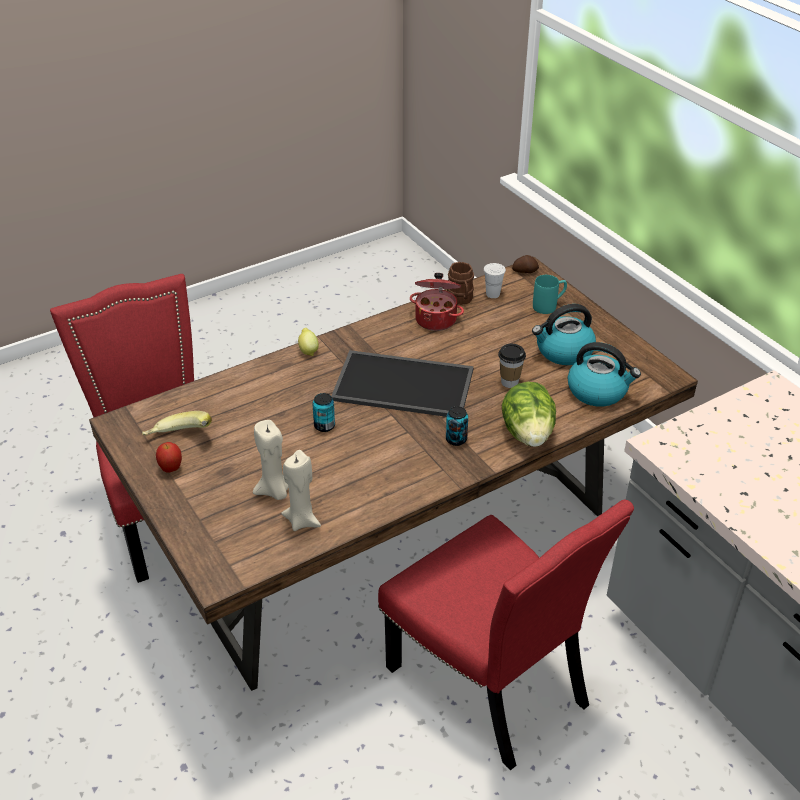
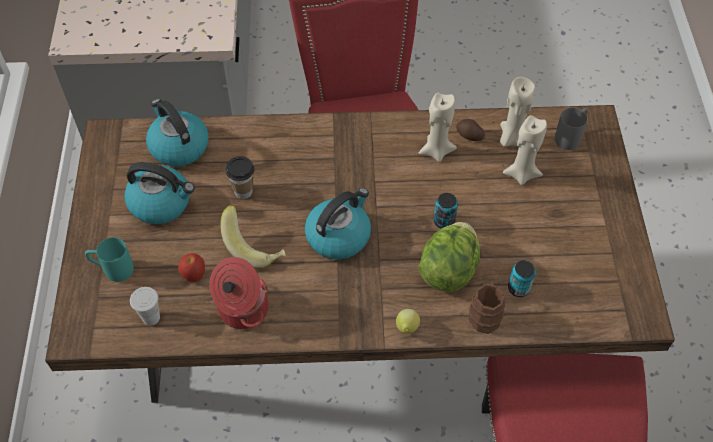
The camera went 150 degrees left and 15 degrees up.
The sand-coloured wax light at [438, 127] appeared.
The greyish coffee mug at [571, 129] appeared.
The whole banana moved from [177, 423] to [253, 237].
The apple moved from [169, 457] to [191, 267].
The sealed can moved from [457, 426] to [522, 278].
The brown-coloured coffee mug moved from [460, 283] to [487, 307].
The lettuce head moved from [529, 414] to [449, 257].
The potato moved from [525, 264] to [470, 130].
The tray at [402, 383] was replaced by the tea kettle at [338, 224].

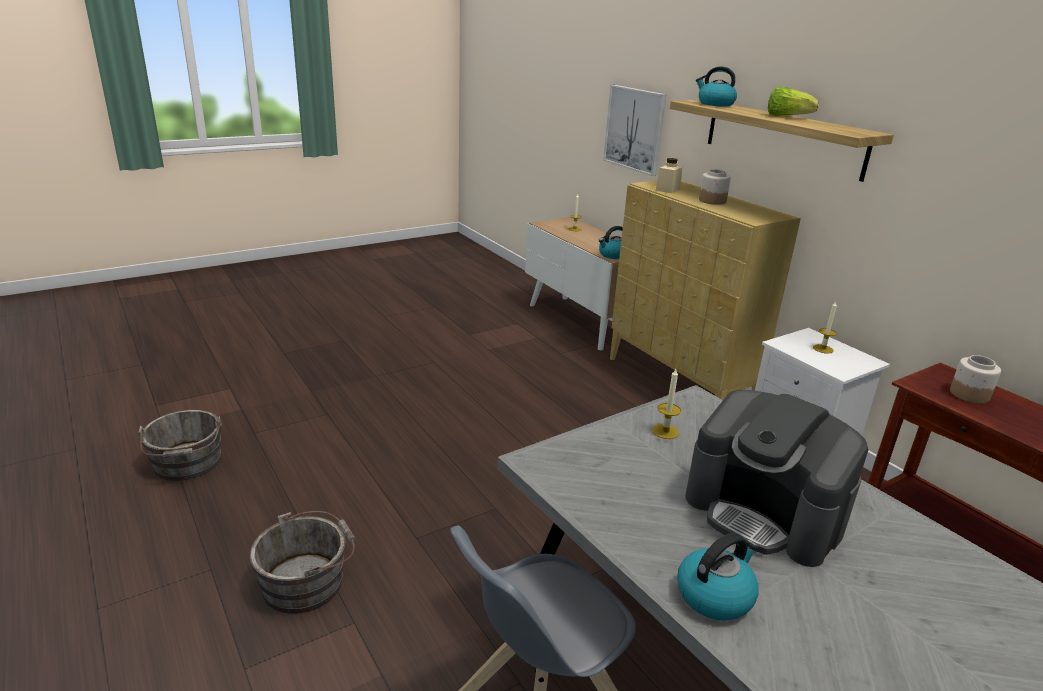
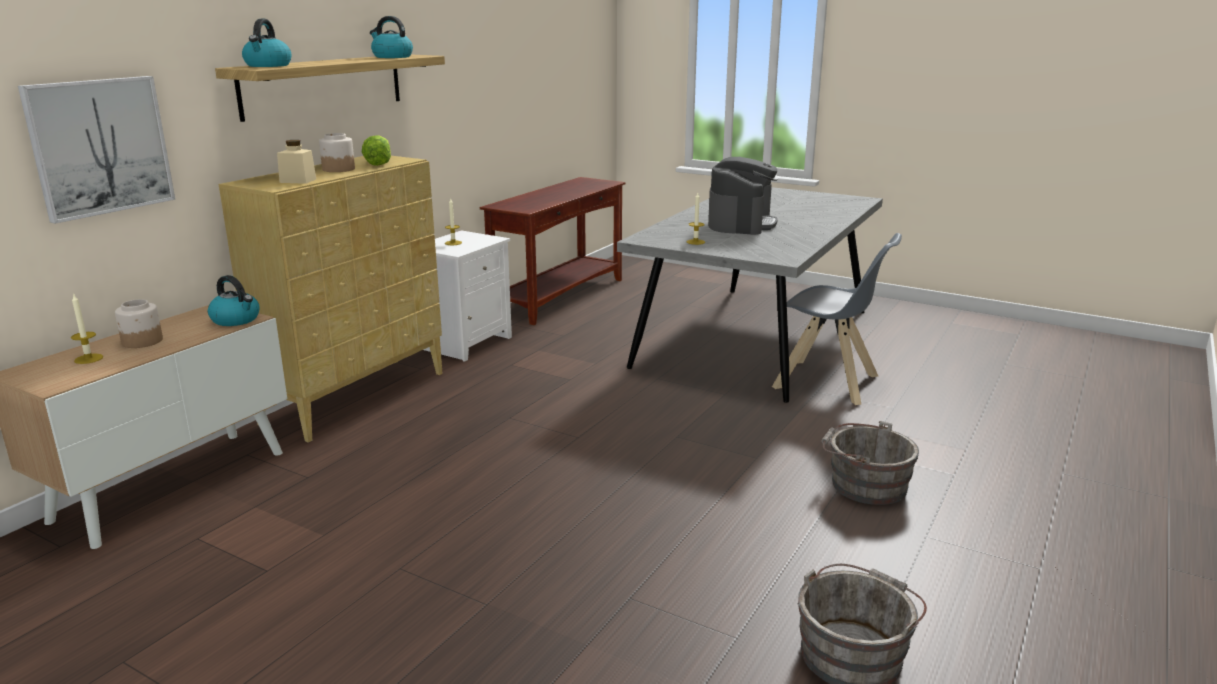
The camera went 115 degrees left and 5 degrees down.
The tea kettle moved from [717, 577] to [391, 37].
The lettuce head moved from [793, 101] to [376, 150].
The jar moved from [975, 379] to [139, 323].

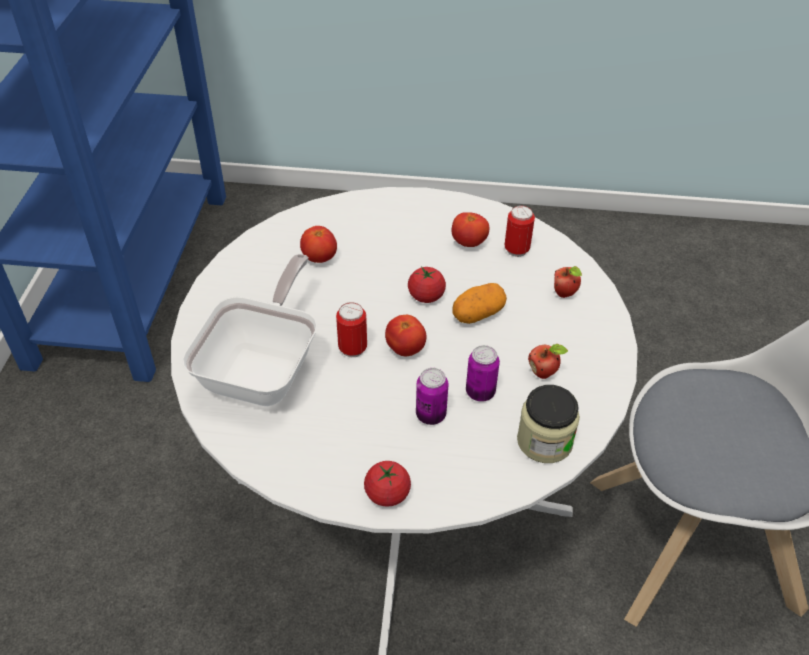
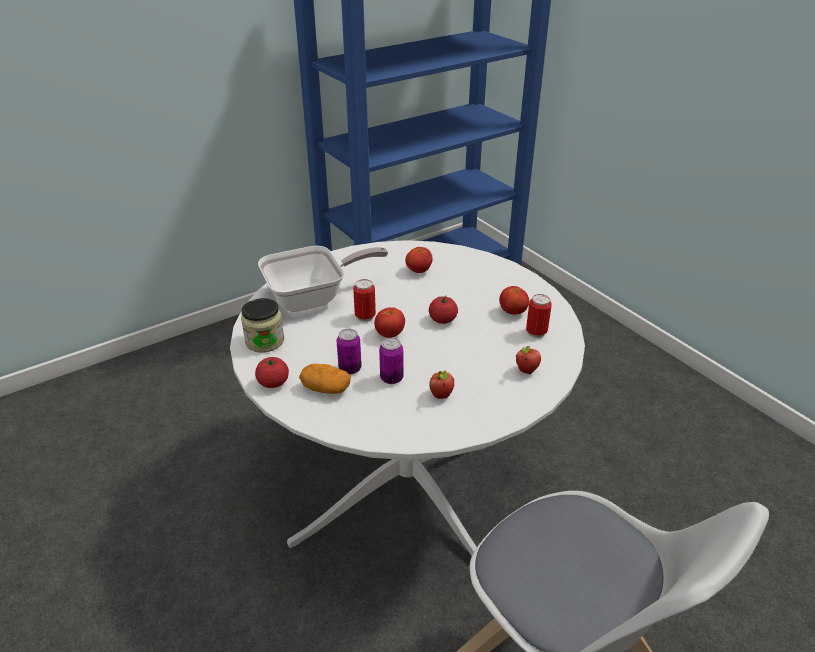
The camera went 50 degrees right and 10 degrees down.
The potato moved from [479, 303] to [325, 379].
The jar moved from [548, 424] to [262, 325].

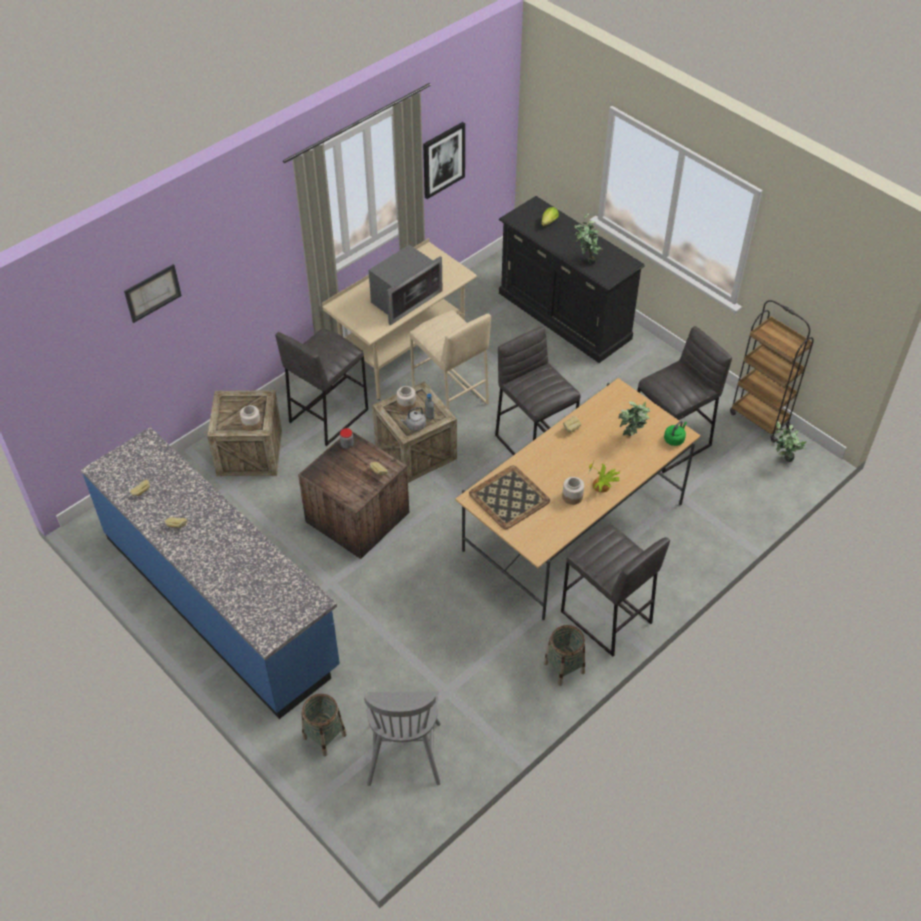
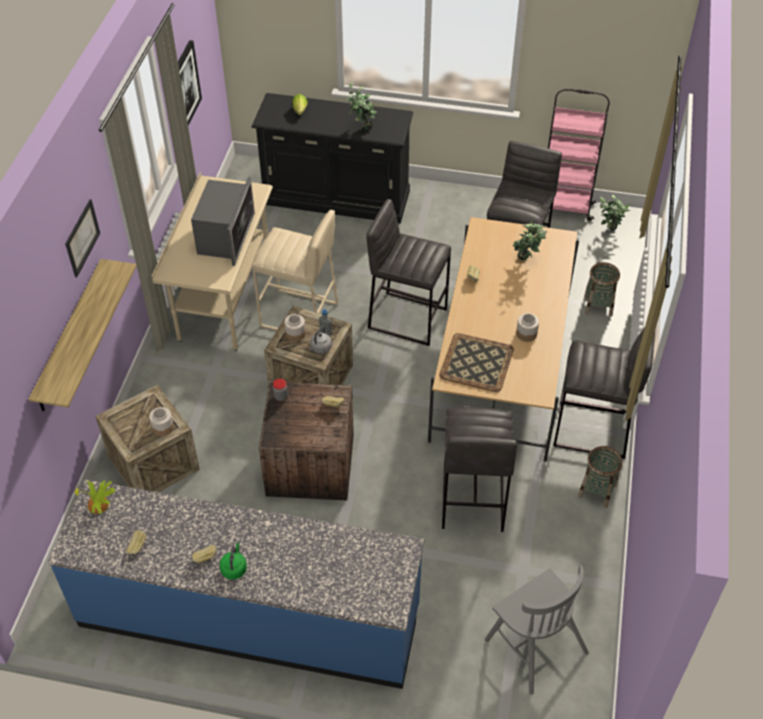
The camera went 35 degrees left and 0 degrees up.
The shelf at [83, 335] appeared.
The wall art moved from [153, 293] to [82, 238].
The greyish stool moved from [321, 387] to [479, 469].
The basket moved from [324, 725] to [602, 289].
The potted plant moved from [604, 477] to [95, 497].
The greenish tea kettle moved from [675, 433] to [233, 561].
The brown-coloured wheeled cart at [772, 371] became the pink wheeled cart at [579, 155].

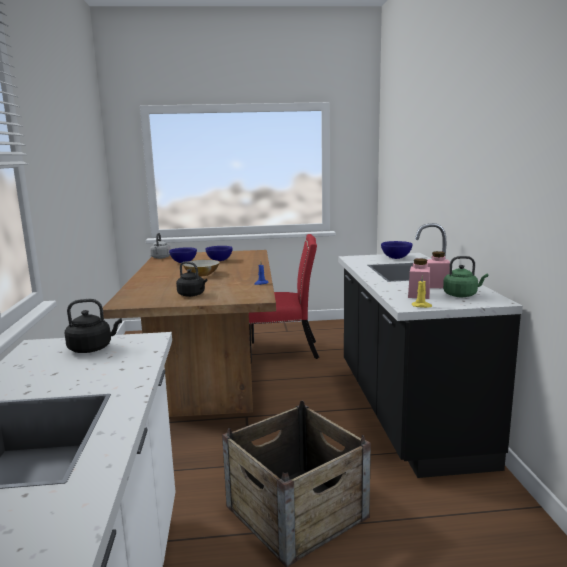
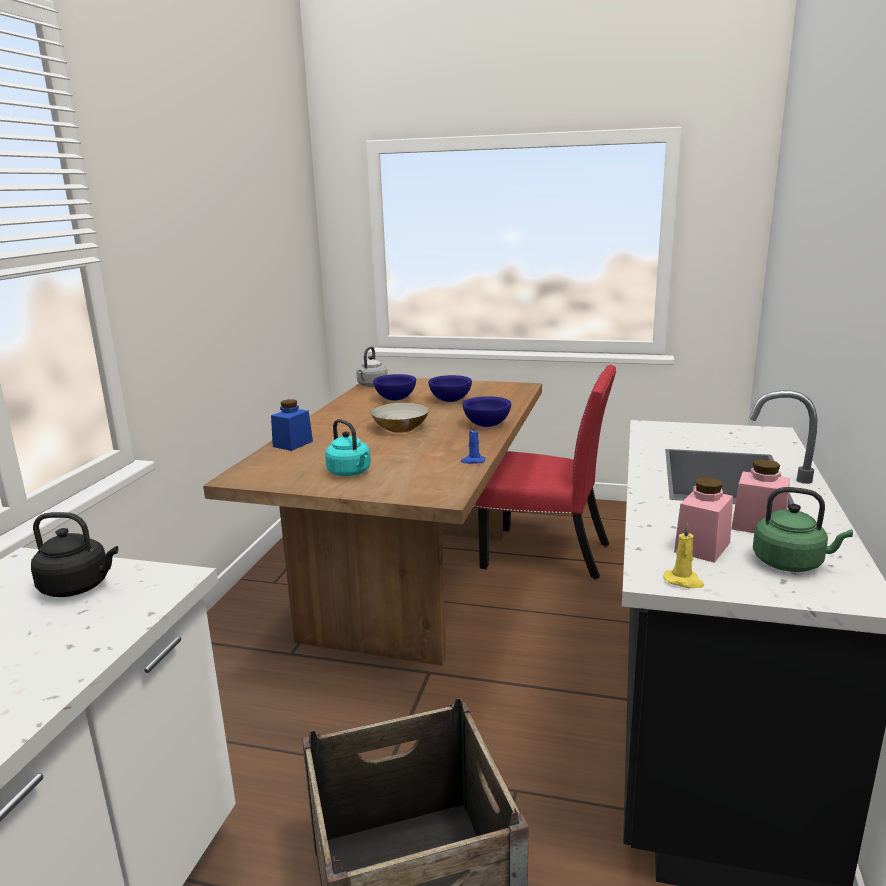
The camera went 20 degrees right and 5 degrees up.
The blue-coloured jar at [292, 425] appeared.
The blue-coloured serving bowl moved from [397, 250] to [486, 411].
The black-coloured tea kettle at [191, 279] became the blue-green tea kettle at [348, 447].

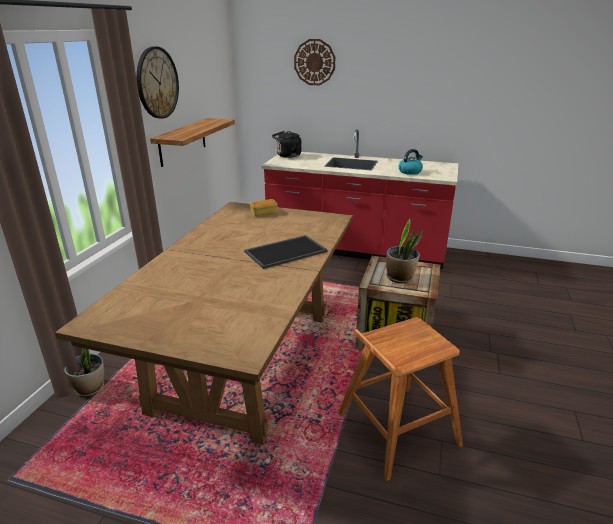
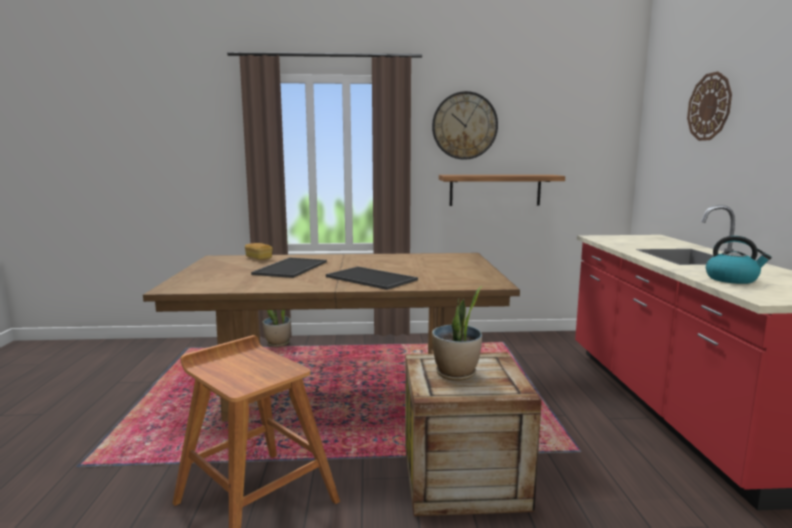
The camera went 70 degrees right and 15 degrees down.
The black-coloured tea kettle at [287, 144] disappeared.
The tray at [289, 267] appeared.
The baked bread moved from [264, 207] to [259, 251].

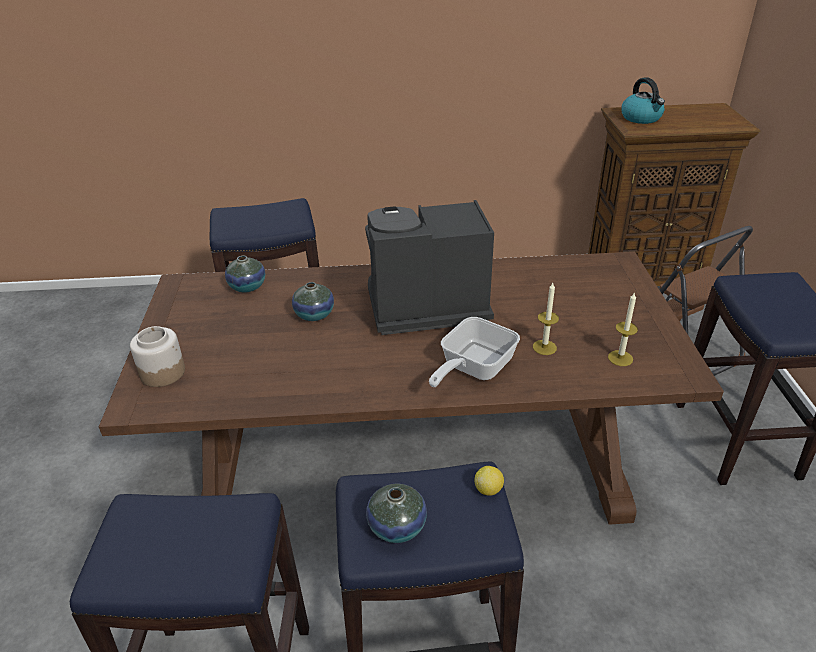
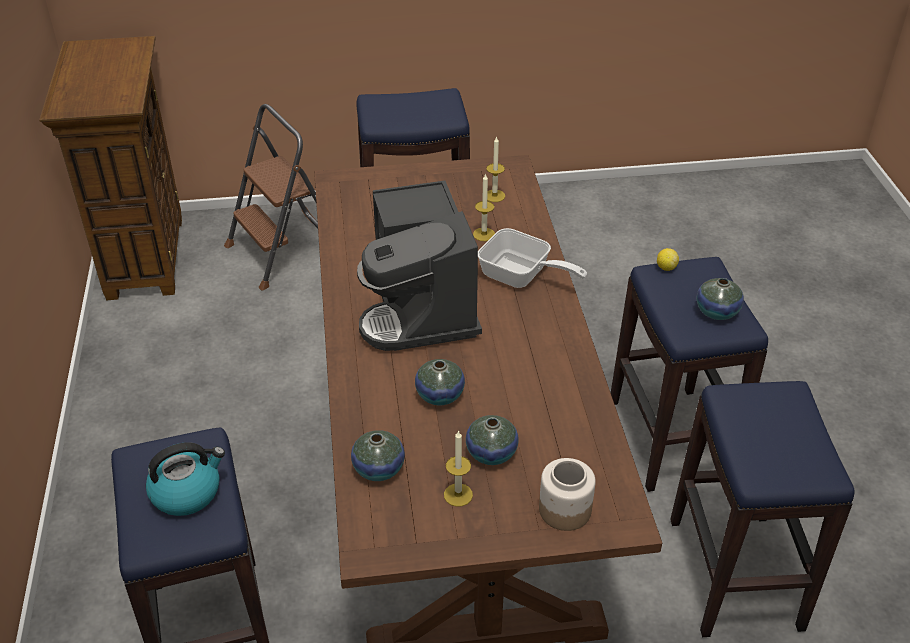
The camera went 95 degrees left and 5 degrees up.
The wax light at [458, 468] appeared.
The vase at [492, 440] appeared.
The tea kettle moved from [643, 100] to [185, 479].

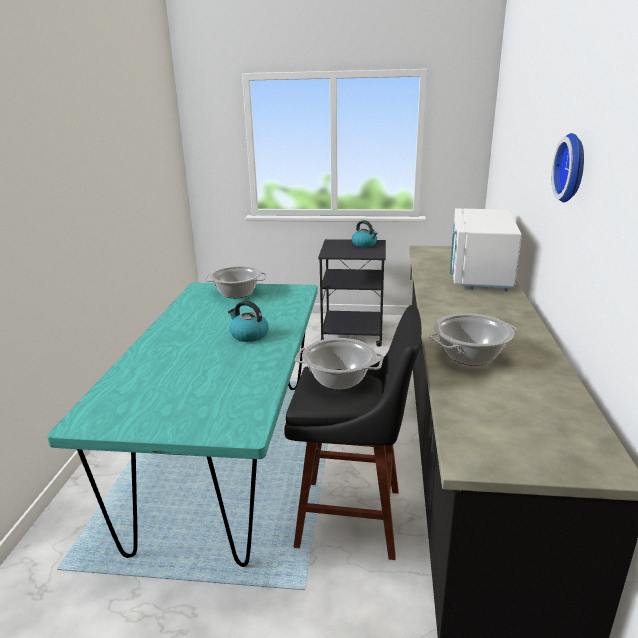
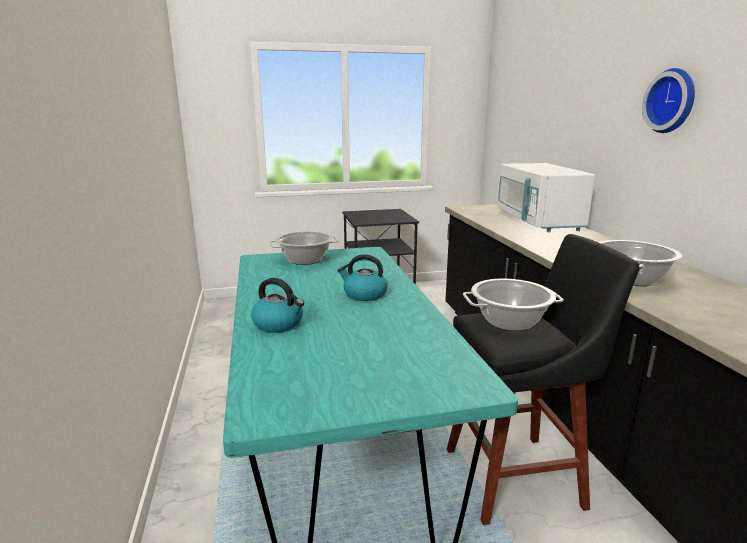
The camera went 20 degrees left and 5 degrees down.
The tea kettle moved from [364, 233] to [277, 305].

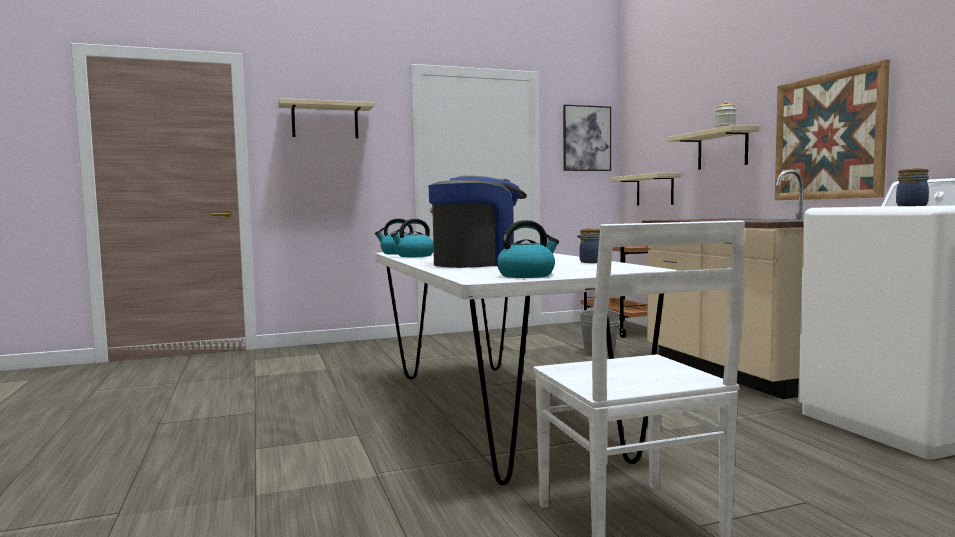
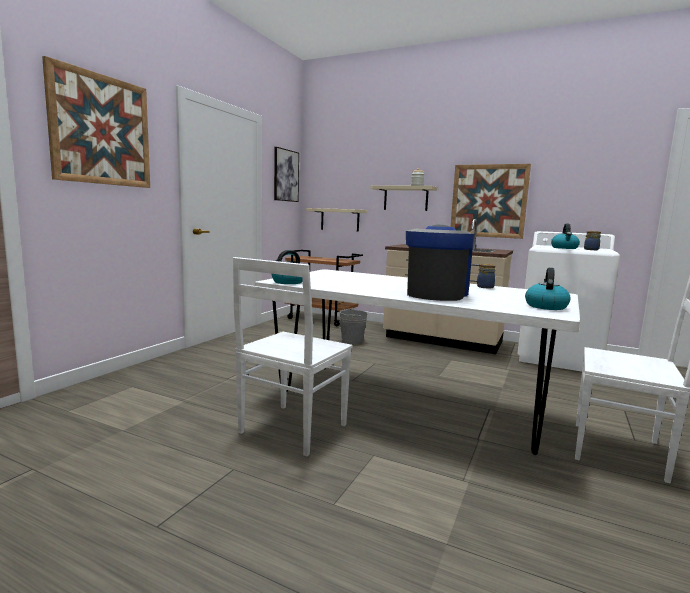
The camera went 45 degrees left and 5 degrees up.
The white-coloured upright chair at [292, 356] appeared.
The tea kettle moved from [412, 238] to [565, 236].
The sand-coloured shelf at [326, 118] was replaced by the wall art at [96, 122].

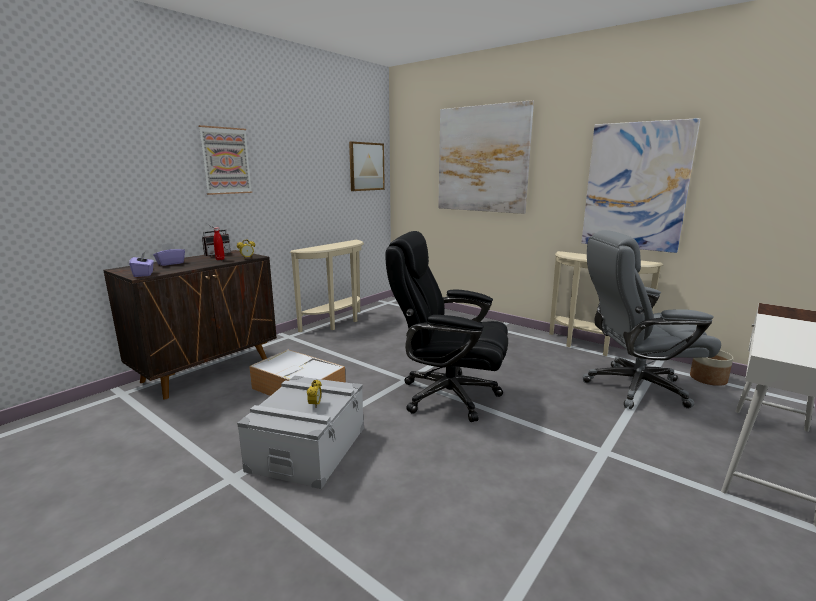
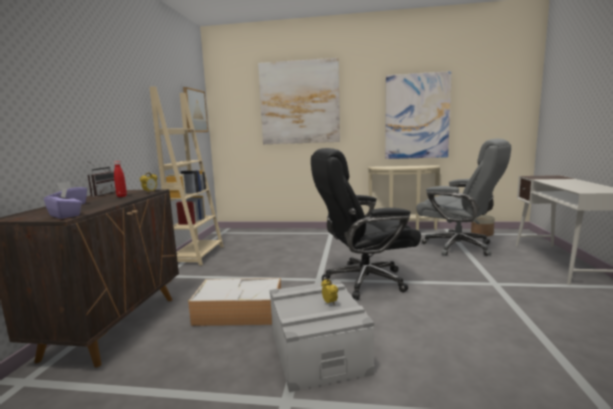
The camera went 30 degrees left and 5 degrees down.
The wall art at [225, 160] disappeared.
The sand-coloured hall table at [327, 286] was replaced by the sand-coloured shelving unit at [186, 176].
The greyish desk chair at [651, 319] turned 105 degrees counterclockwise.

